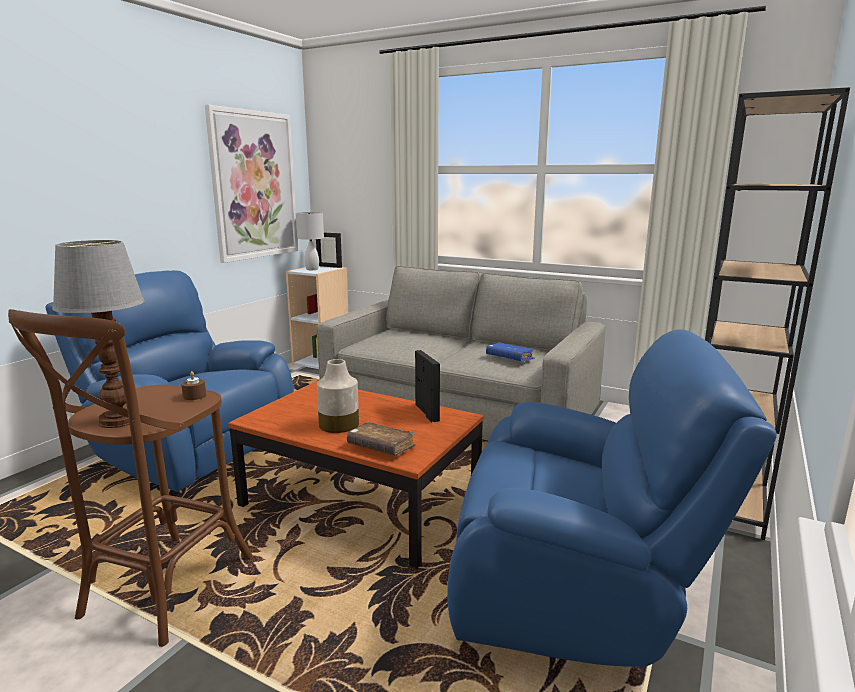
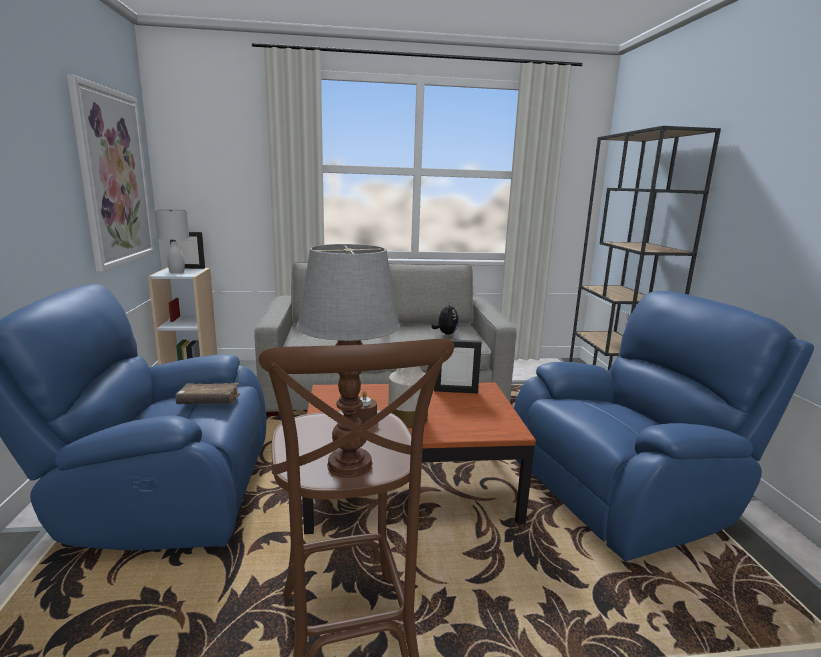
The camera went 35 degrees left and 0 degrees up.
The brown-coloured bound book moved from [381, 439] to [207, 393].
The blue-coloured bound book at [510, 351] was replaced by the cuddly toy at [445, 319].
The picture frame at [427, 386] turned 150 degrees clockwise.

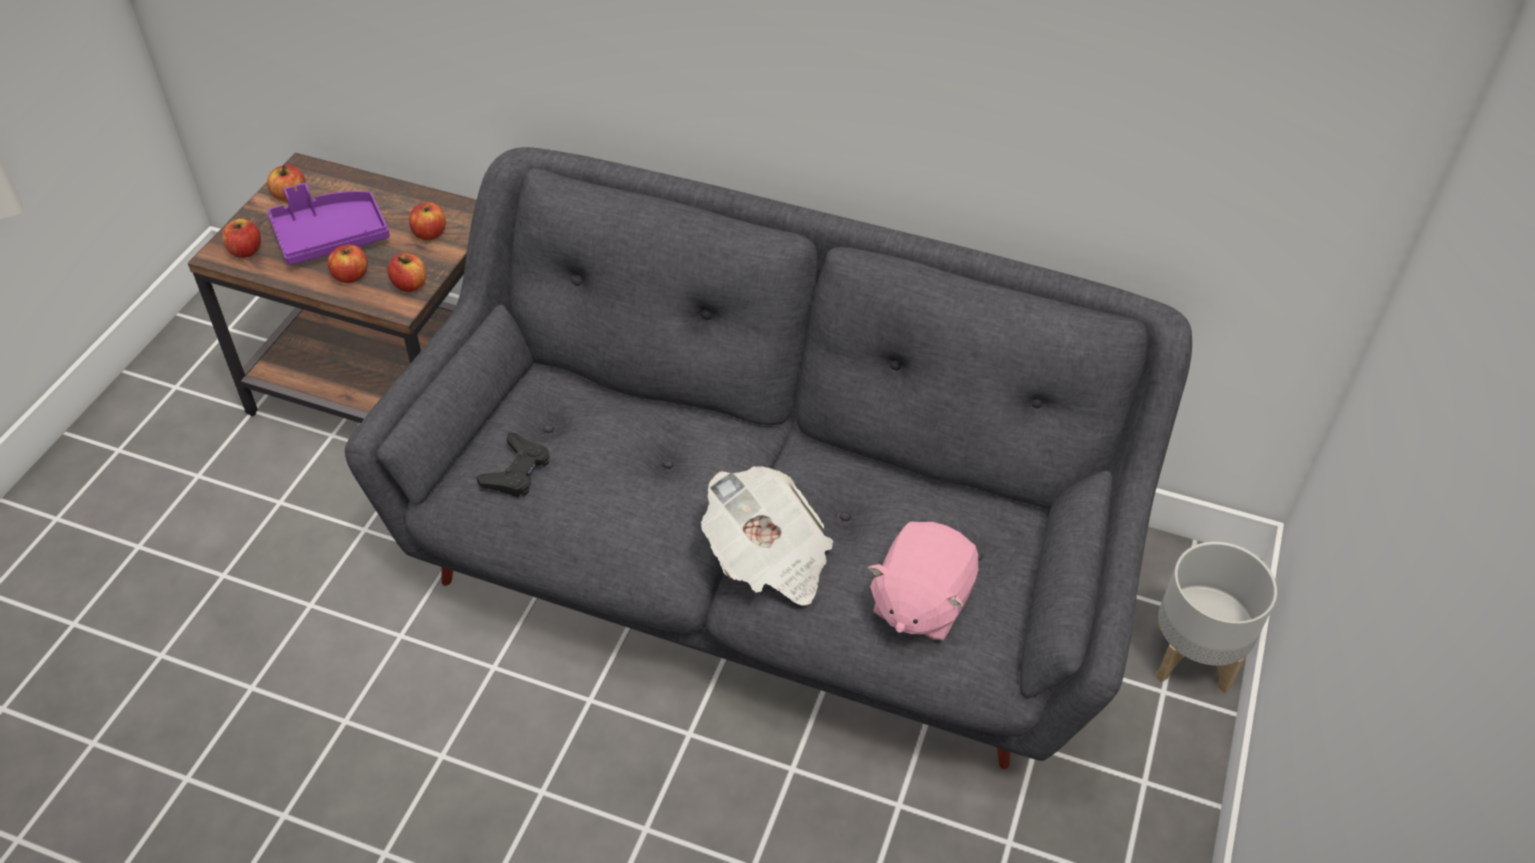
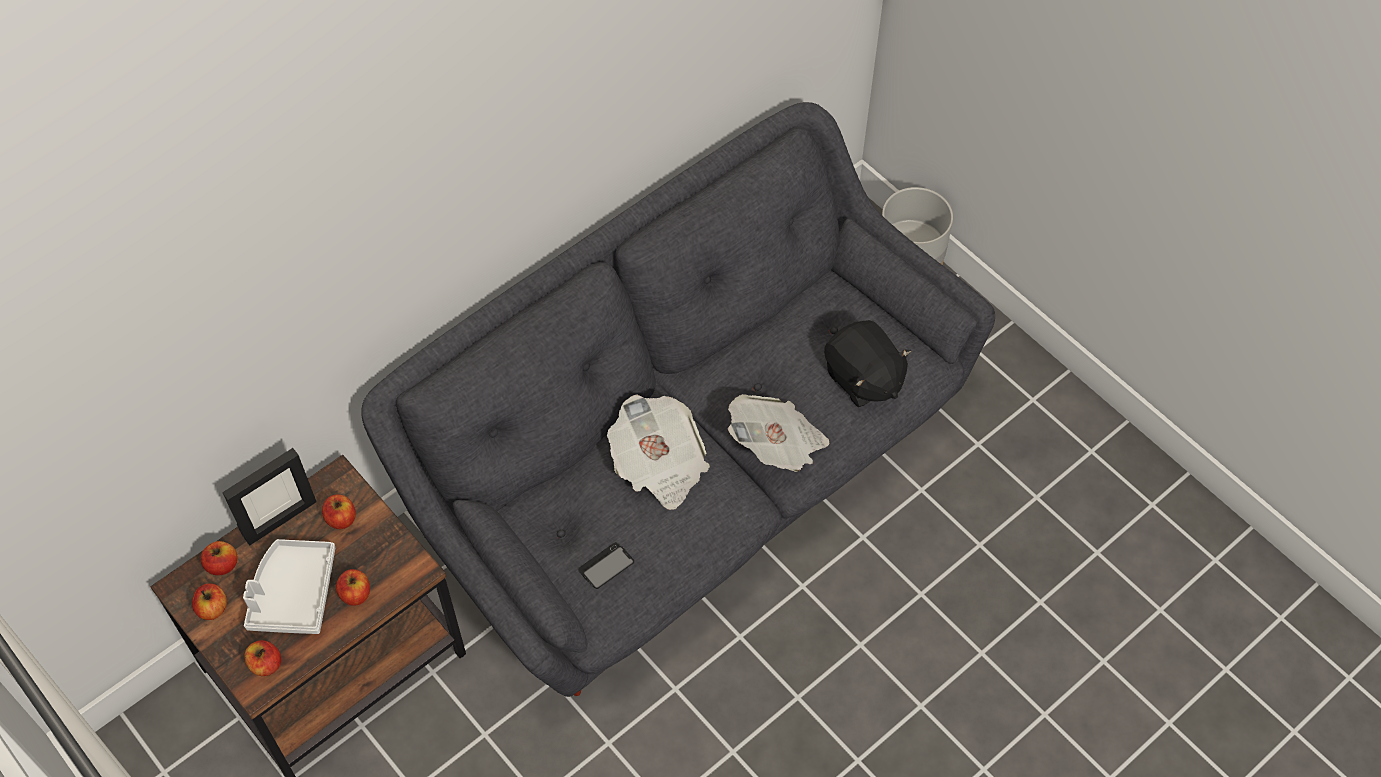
The camera went 60 degrees left and 10 degrees up.
The picture frame at [269, 497] appeared.
The daily paper at [658, 452] appeared.
The apple moved from [407, 272] to [219, 558].
The black-coloured joypad at [513, 464] was replaced by the phone at [606, 565].
The purplish tray at [329, 224] became the white-coloured tray at [289, 586].
The pink cuddly toy at [923, 581] became the black-coloured cuddly toy at [867, 363].

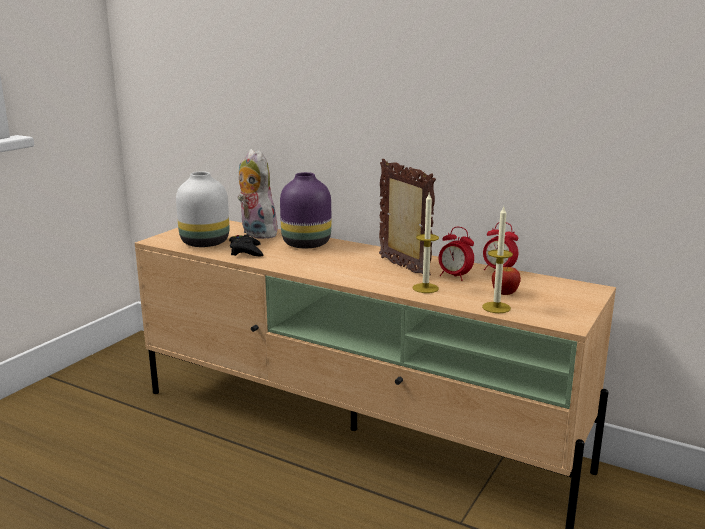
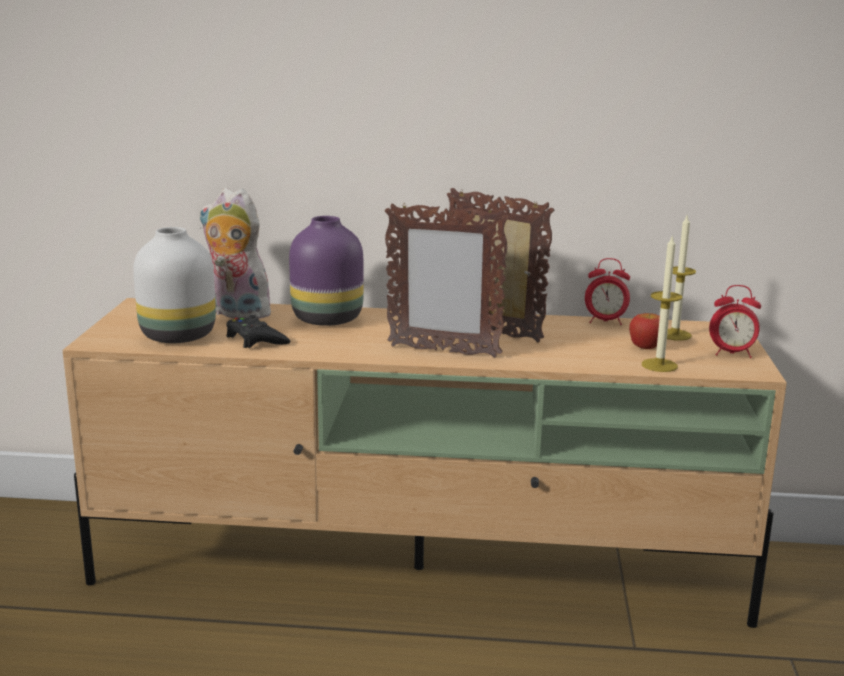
The camera went 25 degrees left and 0 degrees up.
The picture frame at [447, 280] appeared.
The wax light moved from [426, 243] to [681, 278].
The alarm clock moved from [456, 254] to [735, 321].

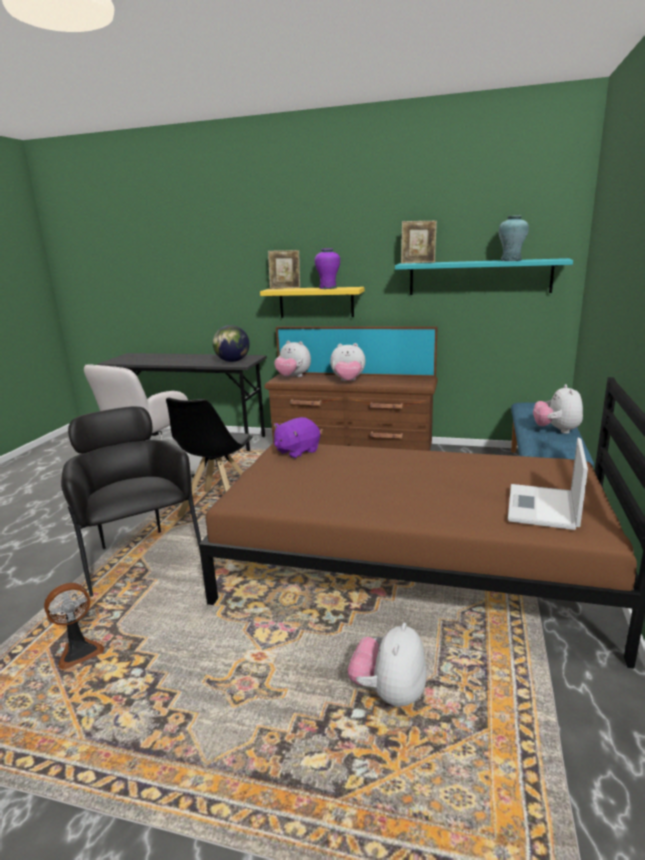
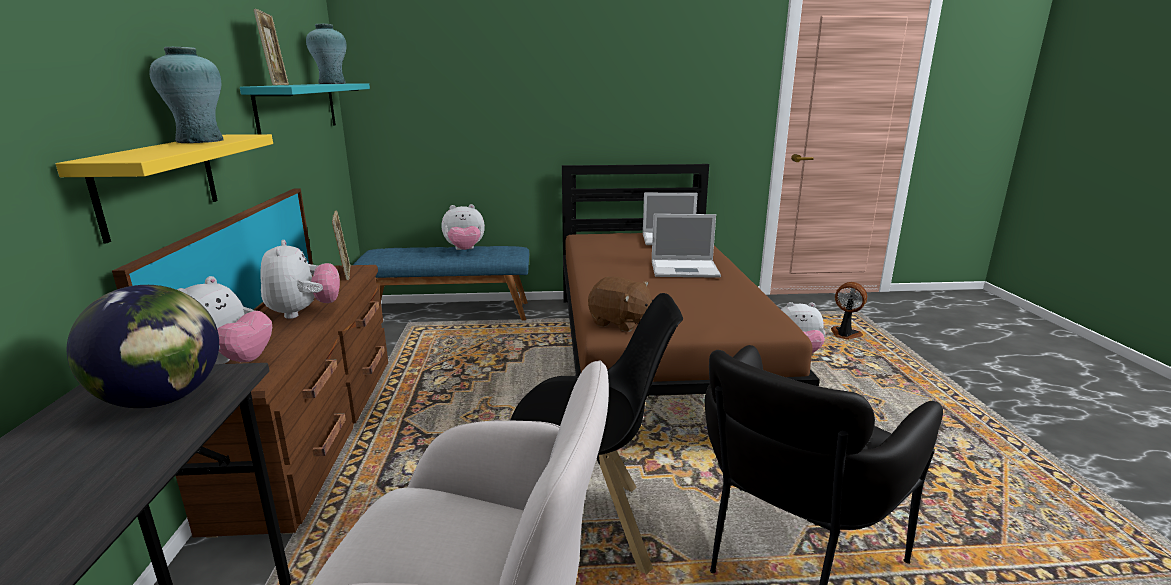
The camera went 110 degrees left and 0 degrees up.
The laptop at [686, 246] appeared.
The cooling fan moved from [74, 626] to [849, 311].
The picture frame moved from [284, 269] to [341, 245].
The purplish cuddly toy at [297, 438] became the brown-coloured cuddly toy at [620, 304].
The purplish vase at [327, 268] became the blue-green vase at [186, 95].

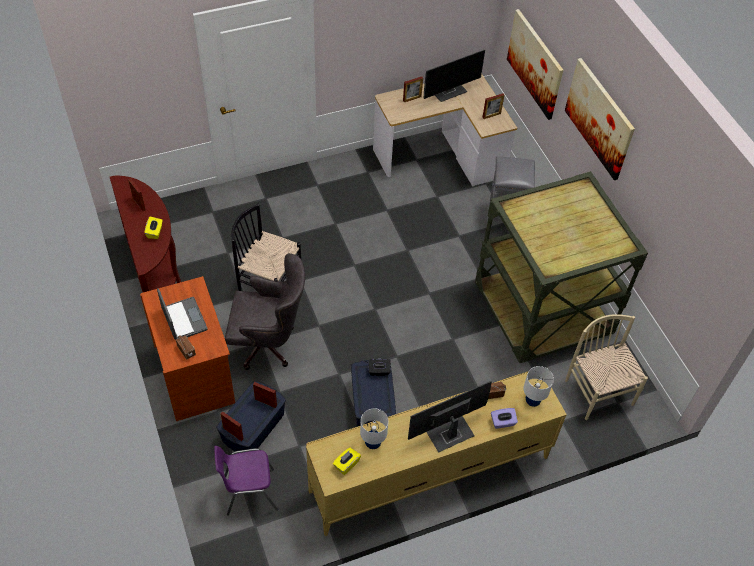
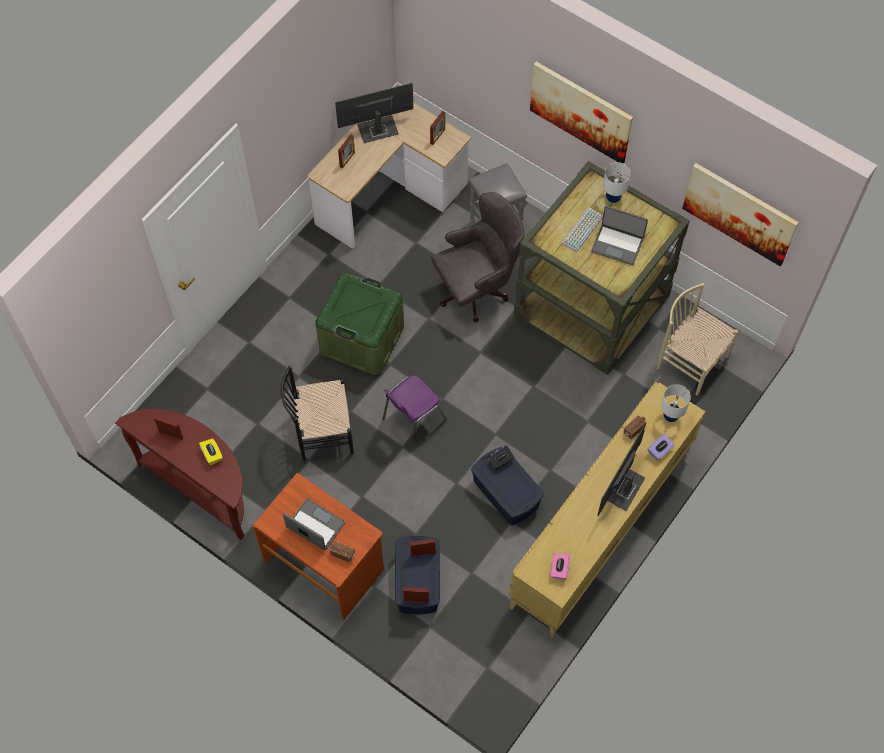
The camera went 30 degrees left and 10 degrees up.
The greenish storage bin at [359, 324] appeared.
The computer keyboard at [582, 230] appeared.
The laptop at [619, 235] appeared.
The purplish upright chair moved from [246, 481] to [414, 411].
The greyish desk chair moved from [265, 311] to [477, 257].
The white-coloured tabletop lamp moved from [374, 429] to [617, 182].
The wall art moved from [535, 64] to [740, 214].
The yellow box of tissues at [347, 461] became the pink box of tissues at [560, 566].
The computer display at [454, 75] turned 135 degrees counterclockwise.

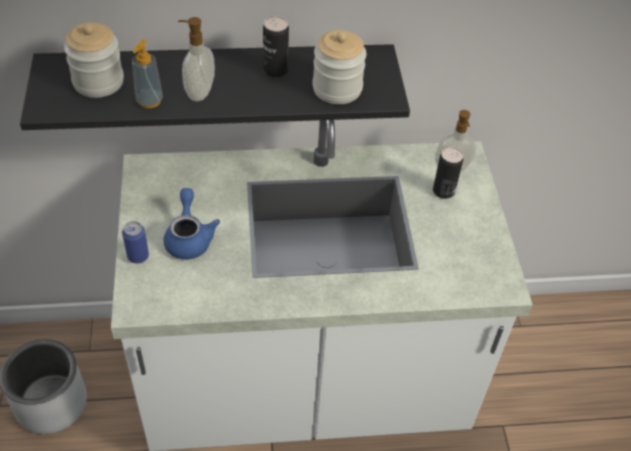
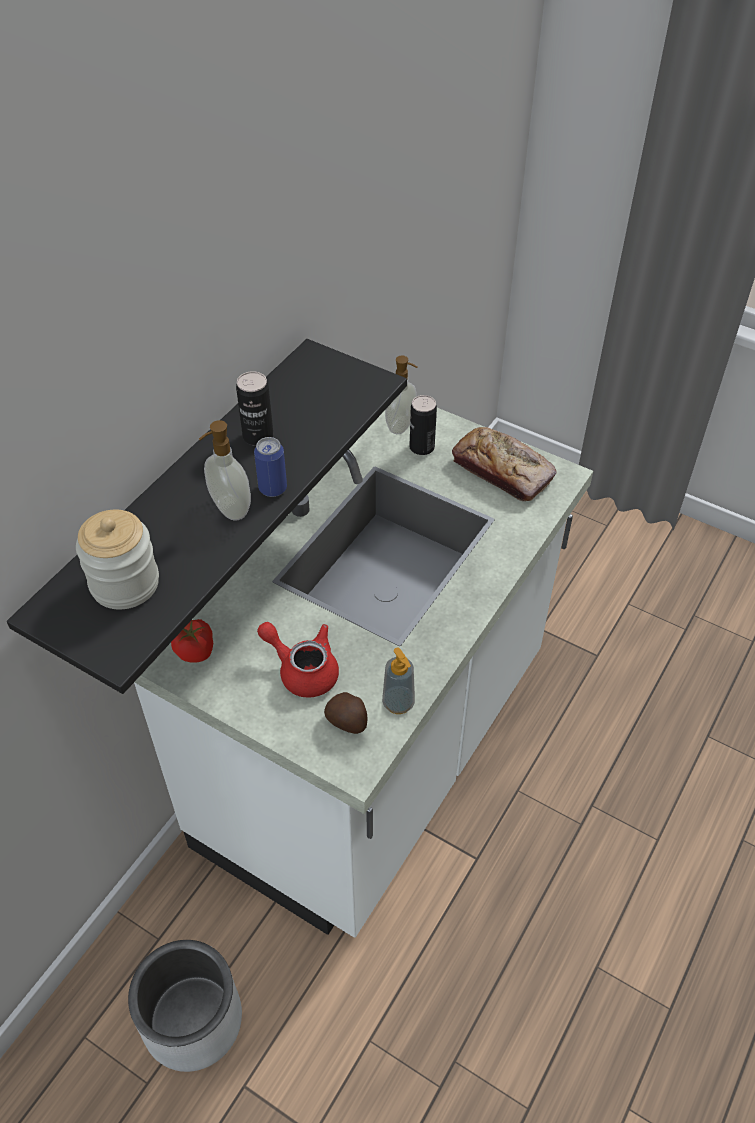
The camera went 50 degrees left and 0 degrees up.
The jar at [339, 67] disappeared.
The fresh tomato at [192, 640] appeared.
The potato at [345, 713] appeared.
The baked bread at [504, 464] appeared.
The sealed can moved from [135, 242] to [270, 467].
The soap dispenser moved from [147, 73] to [398, 681].
The blue-coloured teapot at [192, 224] became the red teapot at [298, 660].

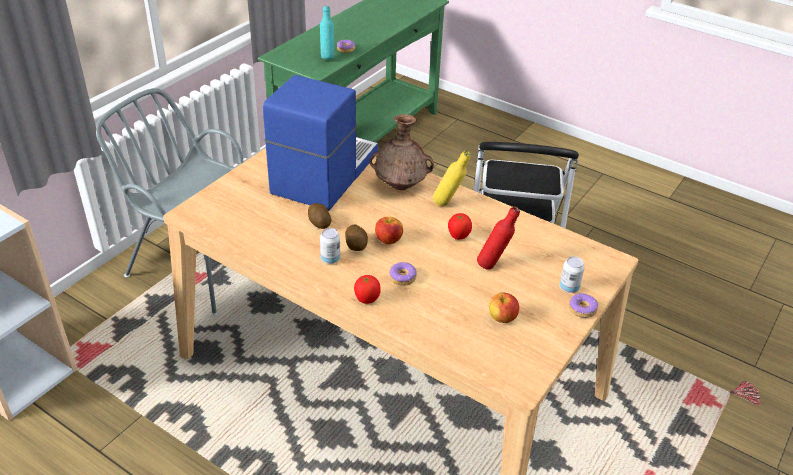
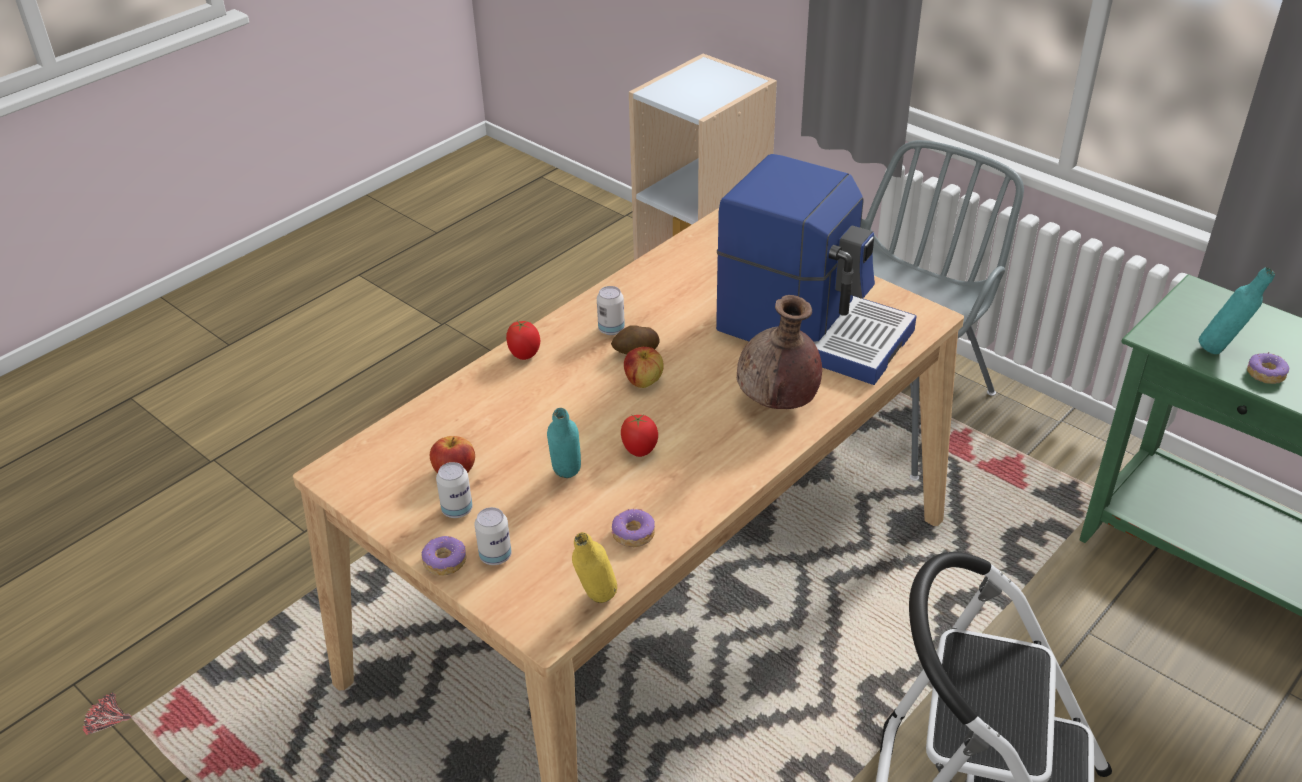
The camera went 100 degrees right and 0 degrees up.
The potato at [319, 216] disappeared.
The sealed can at [454, 490] appeared.
The donut moved from [403, 274] to [633, 528].
The yellow beverage bottle moved from [452, 178] to [594, 567].
The red beverage bottle at [498, 238] became the blue-green beverage bottle at [564, 443].

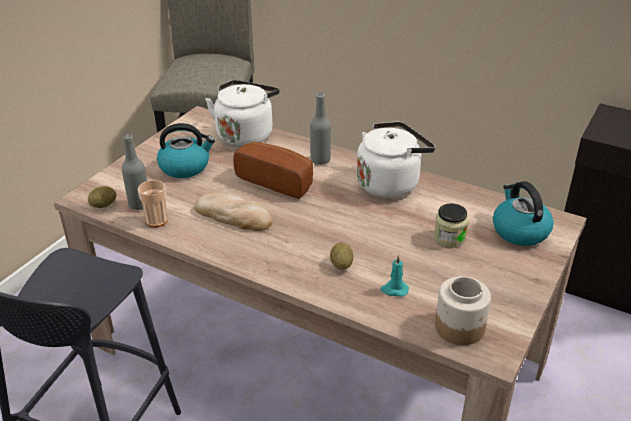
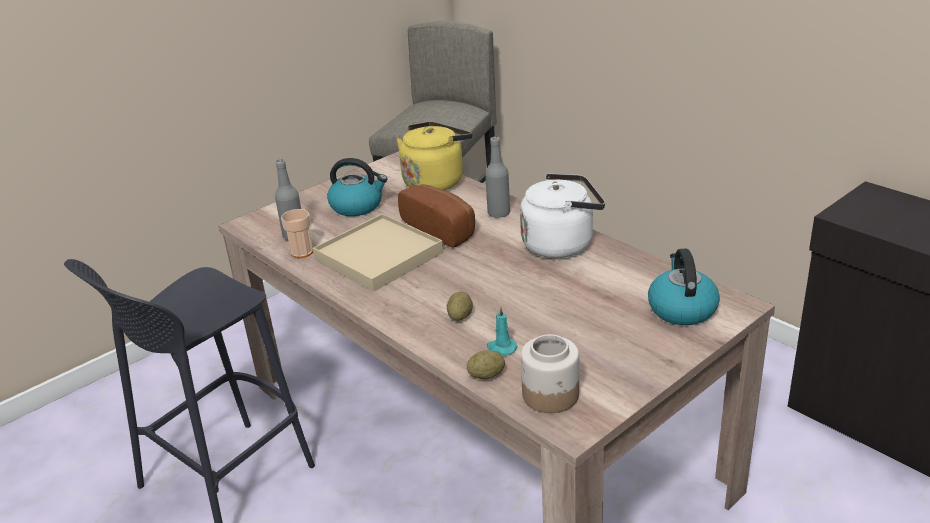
The camera went 20 degrees right and 5 degrees down.
The jar at [451, 225] disappeared.
The potato moved from [102, 197] to [486, 364].
The baked bread at [233, 212] was replaced by the sand-coloured tray at [378, 253].
The white-coloured tea kettle at [242, 113] became the yellow tea kettle at [434, 155].

